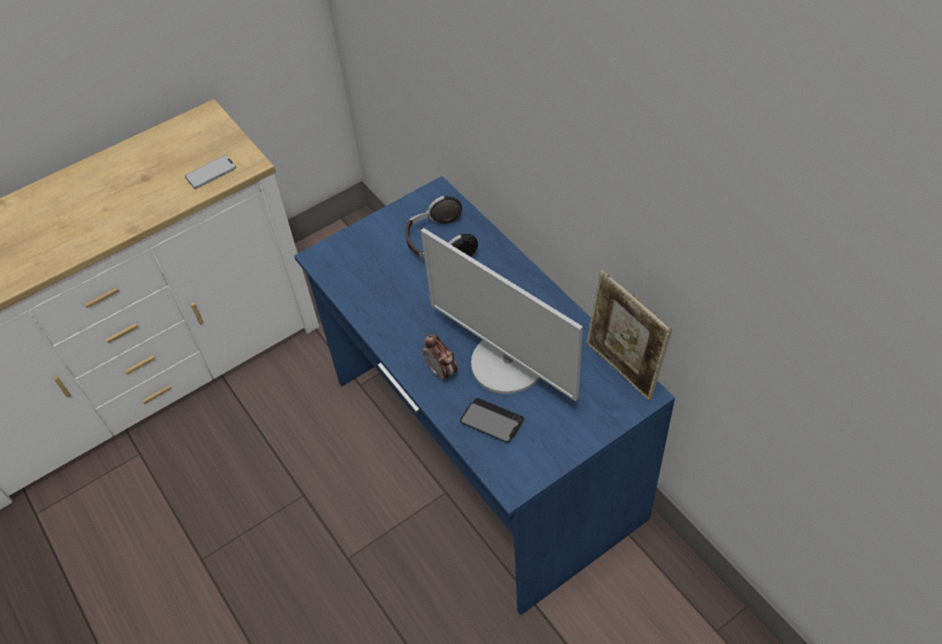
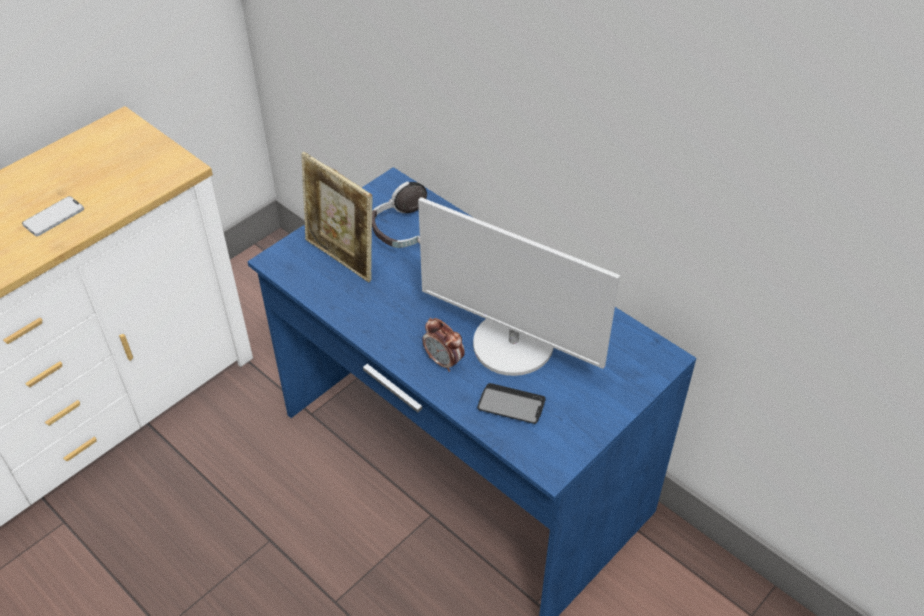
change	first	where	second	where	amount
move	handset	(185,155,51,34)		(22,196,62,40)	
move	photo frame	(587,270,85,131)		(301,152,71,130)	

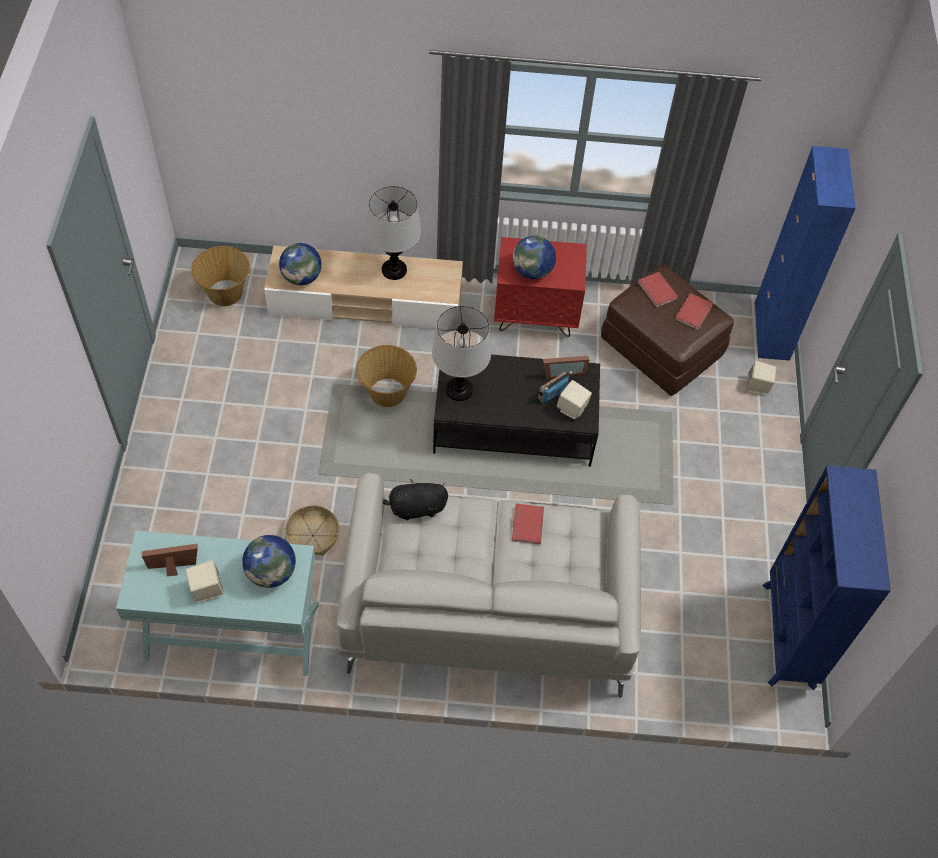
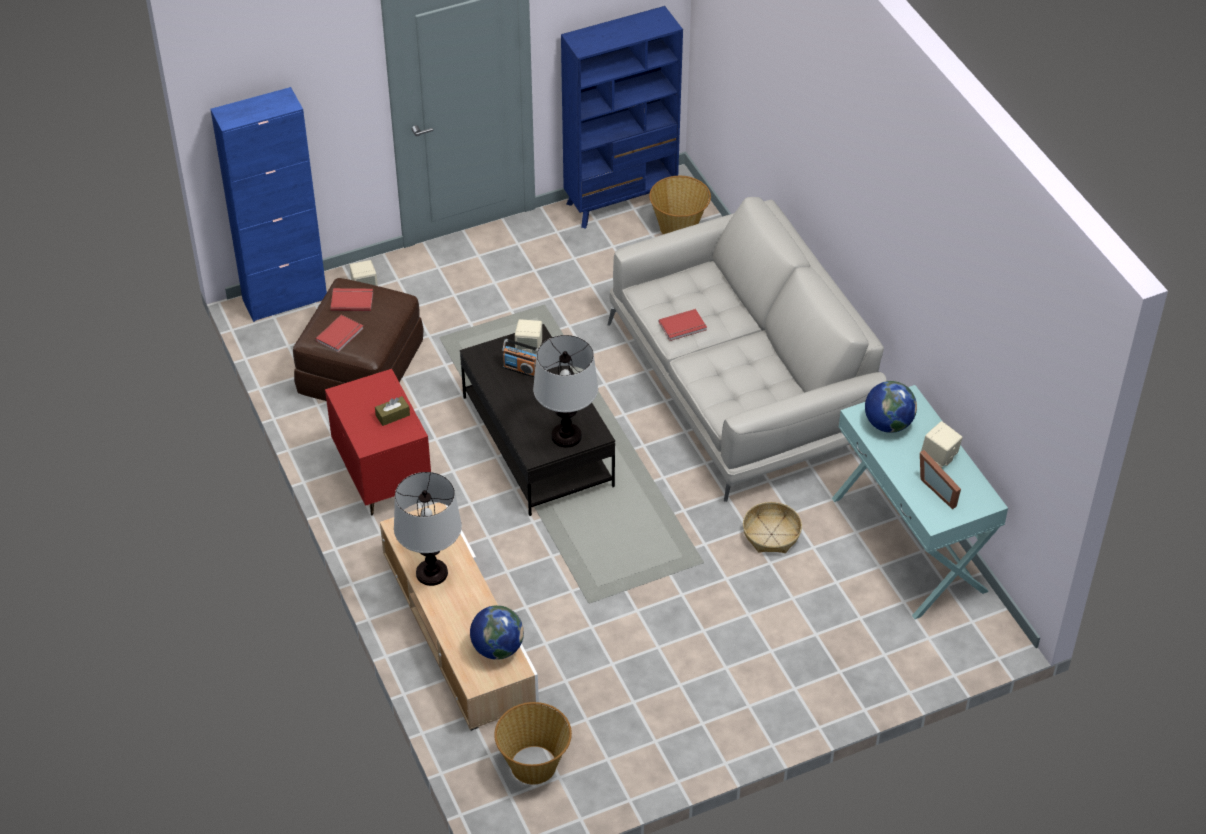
change	first	where	second	where	amount
delete	blackish soft toy	(382,479,66,42)			
delete	photo frame	(543,356,47,23)			
move	household basket	(356,345,61,62)		(649,176,62,58)	
replace	globe	(513,236,43,43)	brown-coloured tissue box	(375,396,35,30)	

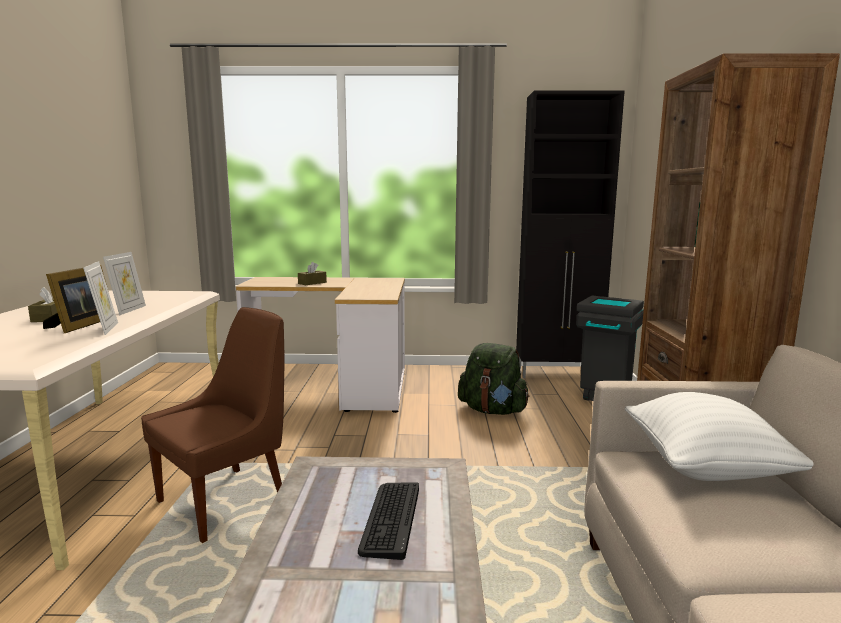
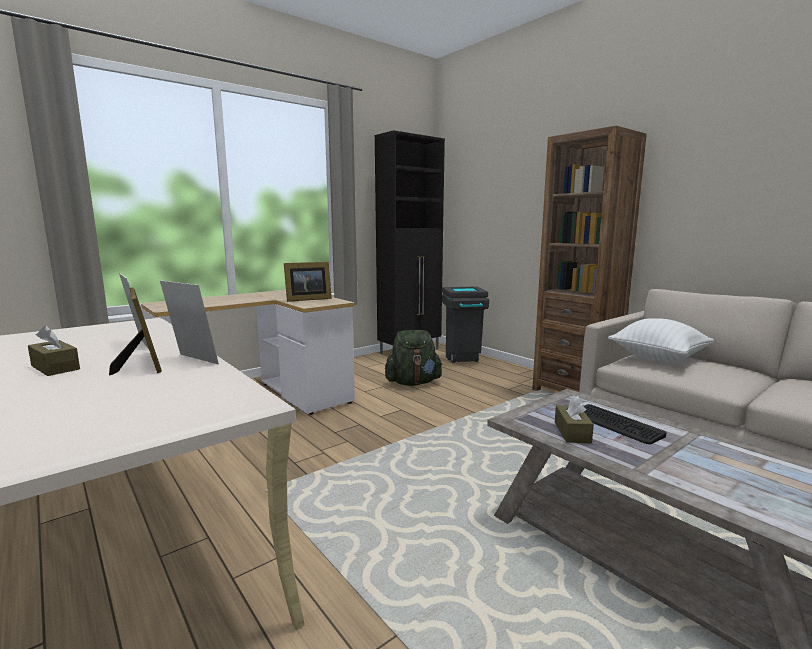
change	first	where	second	where	amount
delete	brown-coloured upright chair	(141,307,143,236)			
insert			photo frame	(284,262,48,40)	
move	brown-coloured tissue box	(298,262,29,23)		(555,396,39,47)	

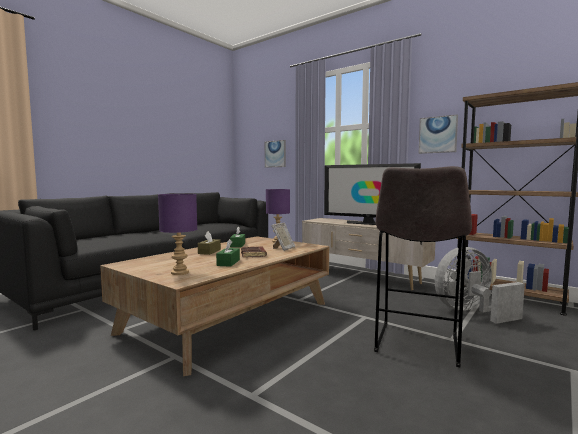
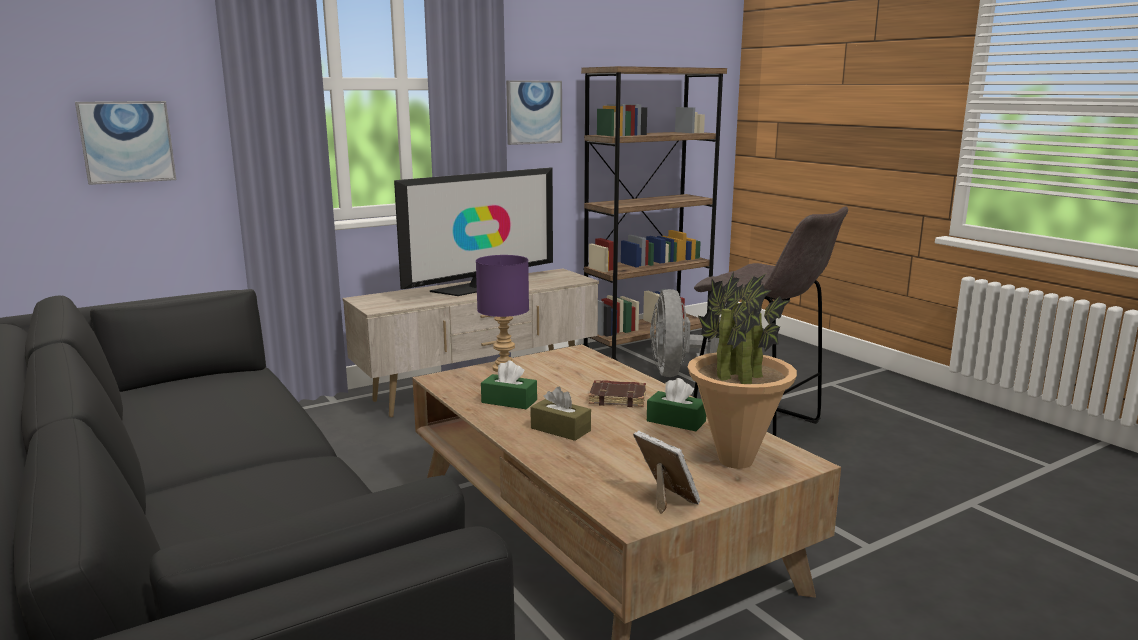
change	first	where	second	where	amount
move	photo frame	(271,223,24,28)		(633,430,68,84)	
replace	purple-coloured tabletop lamp	(158,194,39,81)	potted plant	(687,272,110,197)	

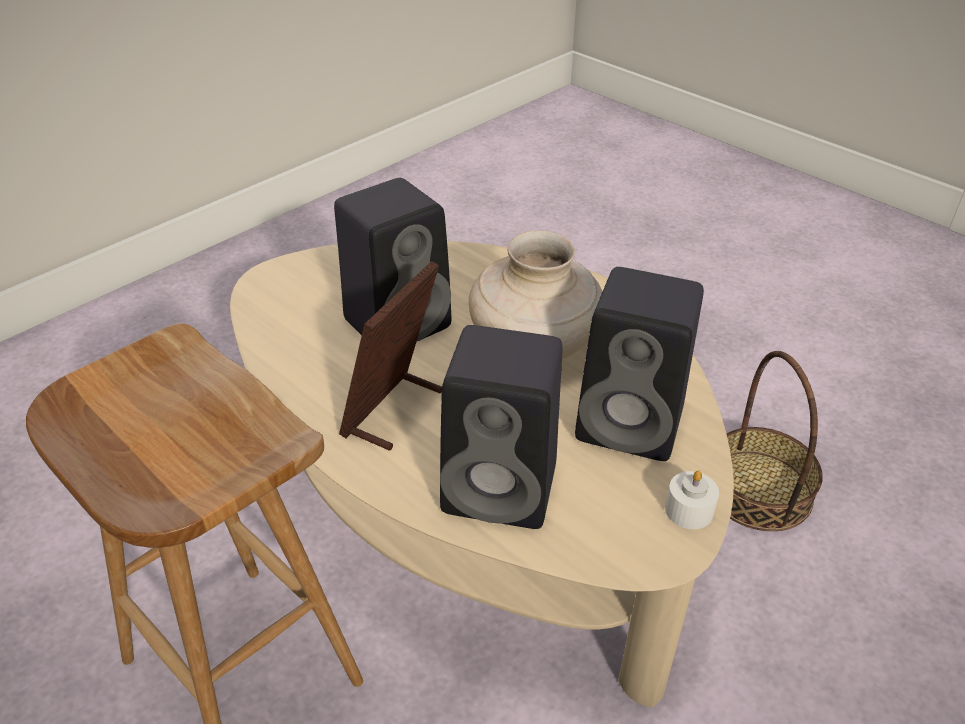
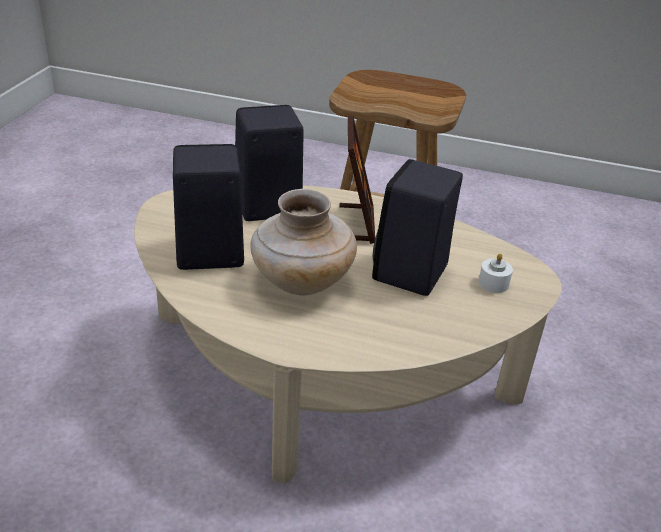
change	first	where	second	where	amount
delete	household basket	(727,351,96,180)			
move	white wax candle	(665,470,54,59)		(478,253,35,40)	

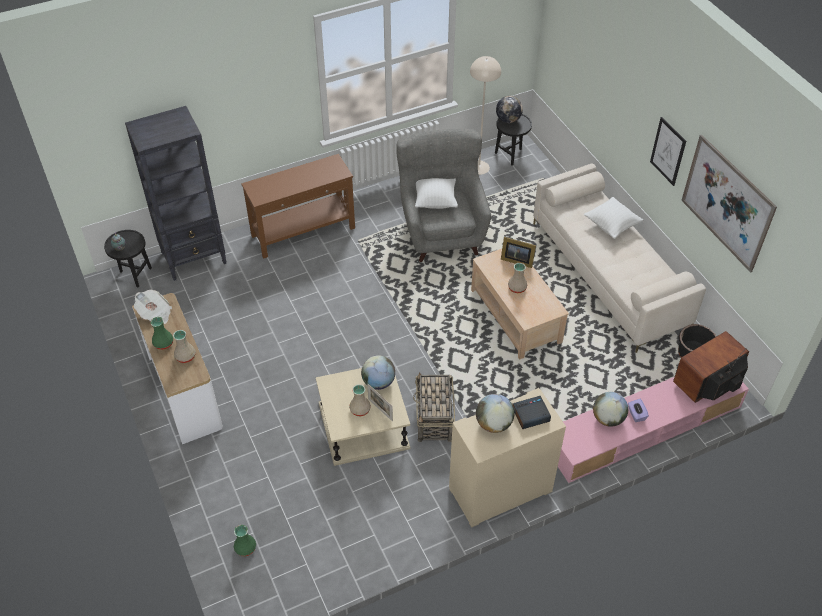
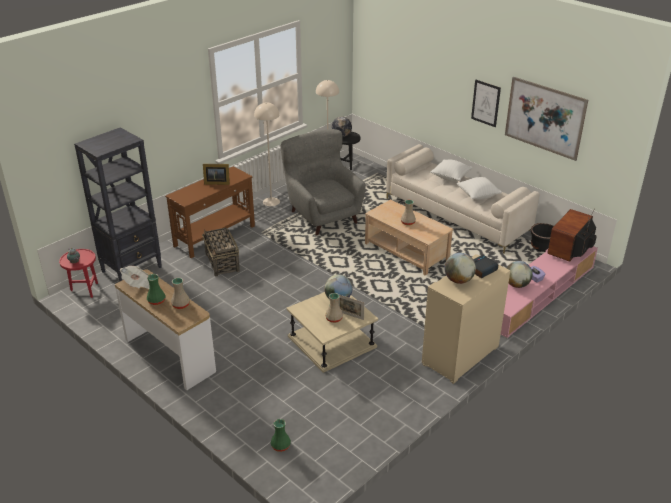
change	first	where	second	where	amount
insert			sand-coloured floor lamp	(254,102,26,104)	
move	household basket	(413,373,42,69)		(202,228,38,49)	
move	white cushion	(415,178,43,31)		(457,177,45,23)	
move	photo frame	(501,237,35,31)		(203,164,27,21)	
recolor	blackish side table	(104,230,48,58)	red-coloured side table	(59,249,39,49)	

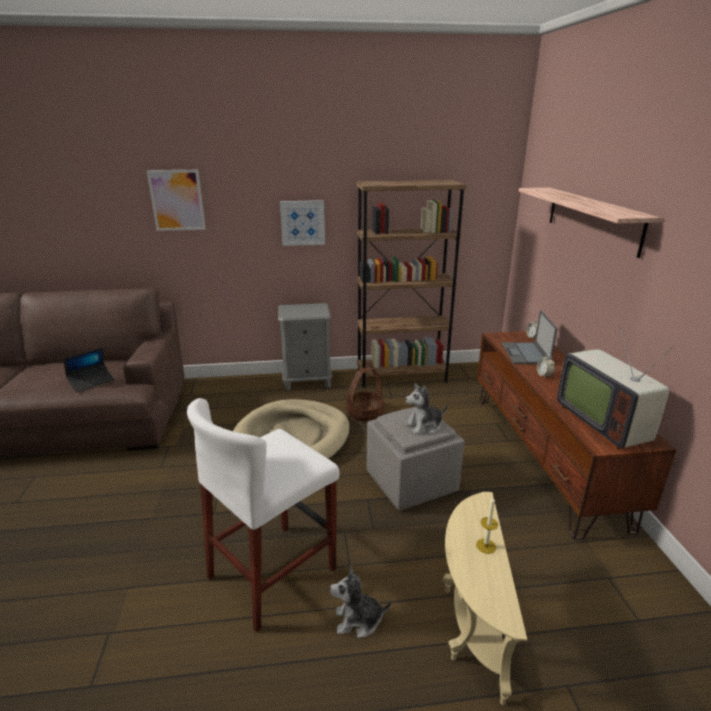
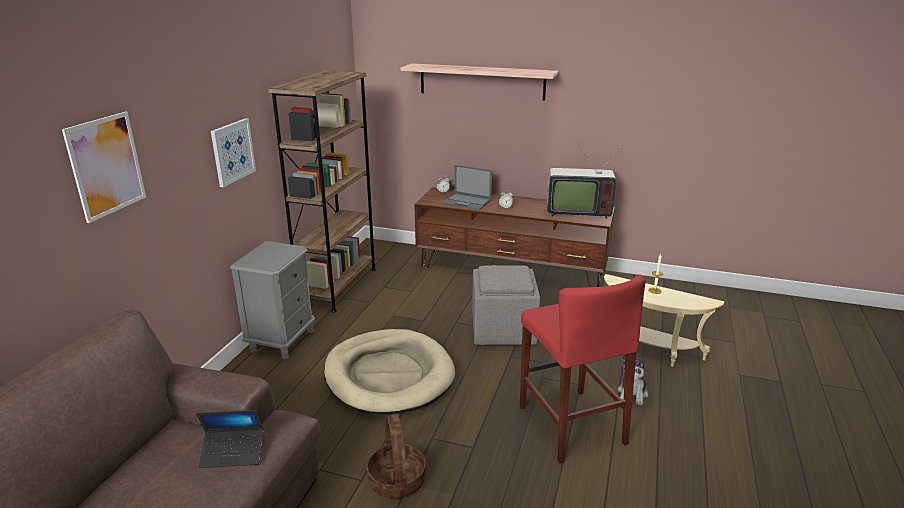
change	first	where	second	where	amount
delete	soft toy	(404,383,44,52)			
move	household basket	(346,367,38,54)		(367,414,59,85)	
recolor	white sitting stool	(187,398,152,234)	red-coloured sitting stool	(520,274,126,190)	
rotate	laptop	(63,347,52,45)		(196,410,68,58)	105 degrees clockwise

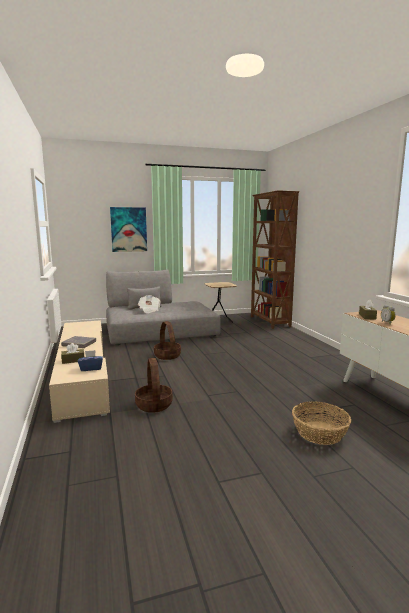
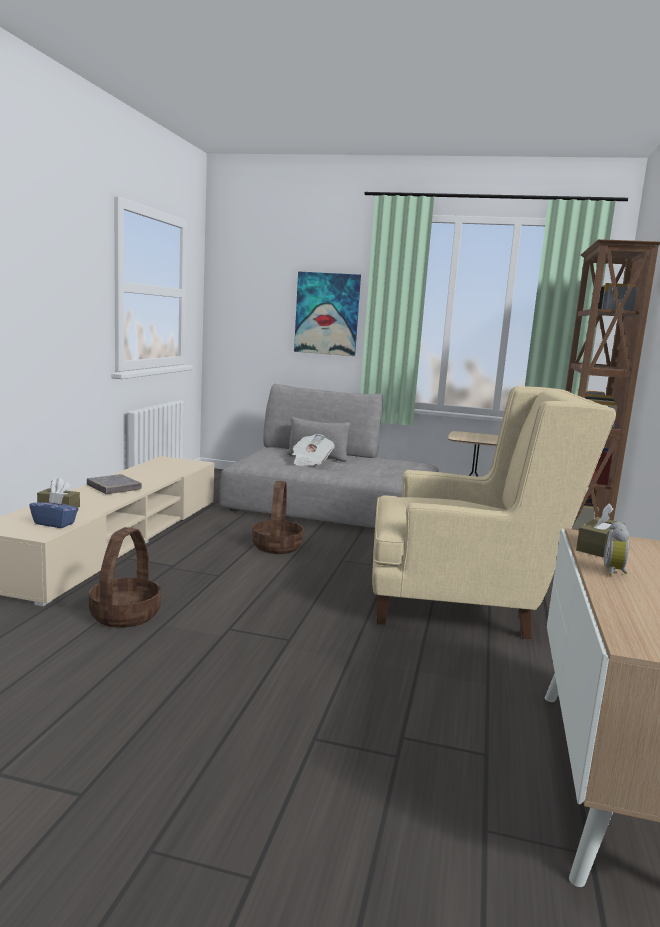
change	first	where	second	where	amount
delete	household basket	(292,401,59,44)			
insert			sand-coloured easy chair	(372,386,244,253)	

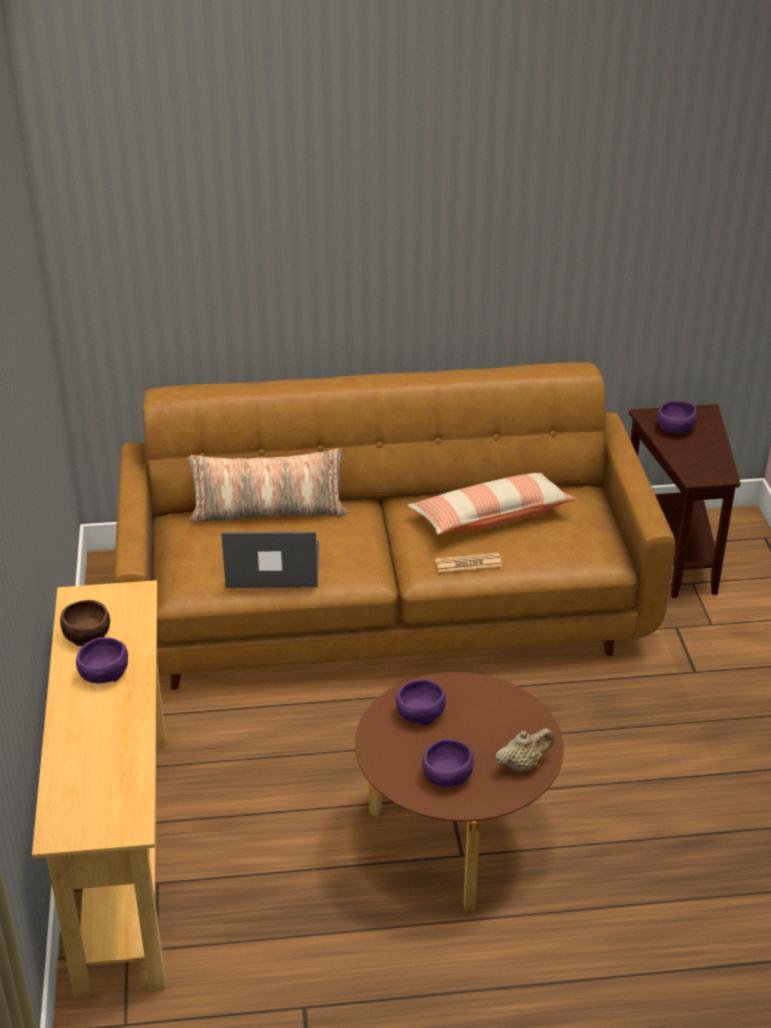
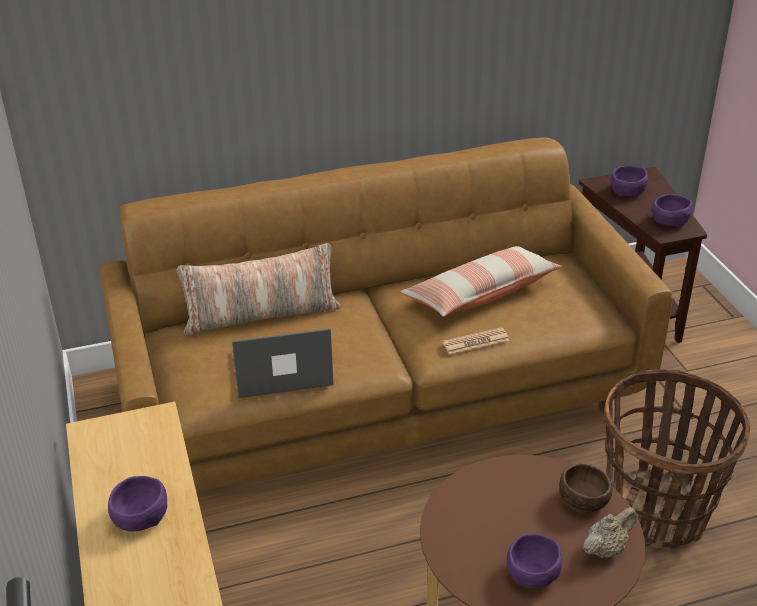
change	first	where	second	where	amount
insert			household basket	(604,369,146,180)	
move	brown-coloured bowl	(60,600,50,46)		(560,463,53,52)	
move	purple-coloured bowl	(396,679,50,46)		(652,194,41,33)	

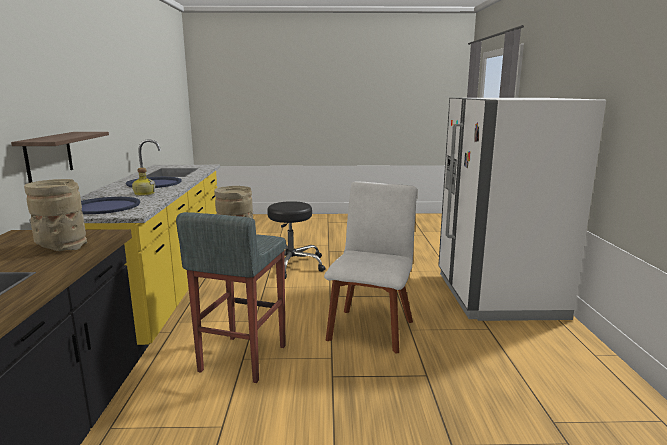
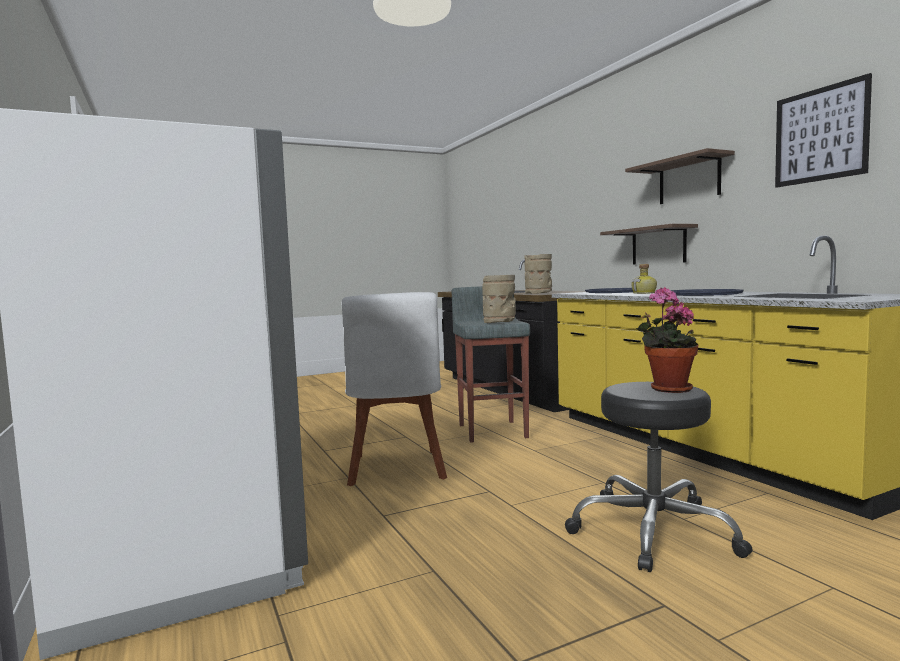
change	first	where	second	where	amount
insert			shelf	(625,148,110,56)	
insert			potted plant	(636,287,62,106)	
insert			wall picture	(775,73,97,115)	

